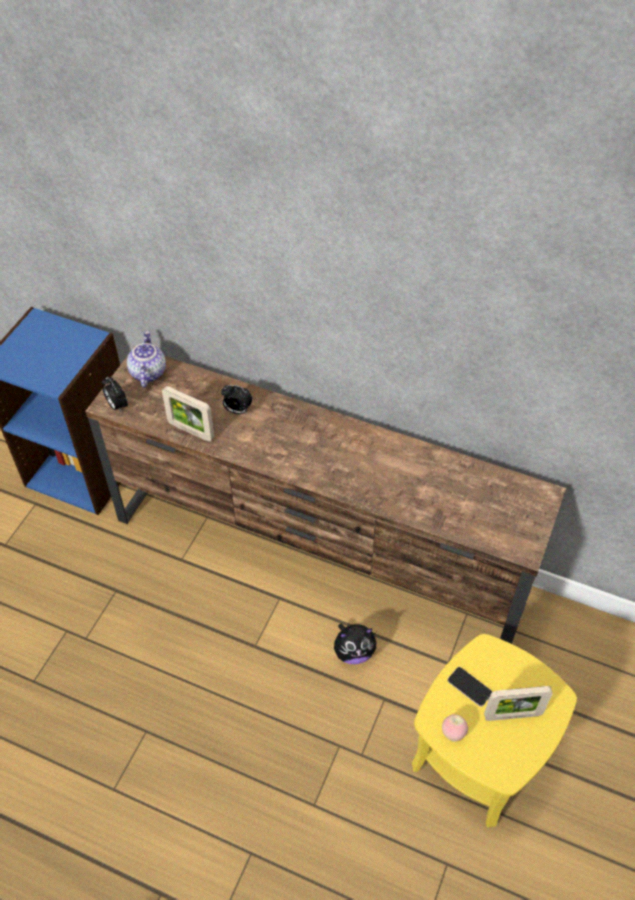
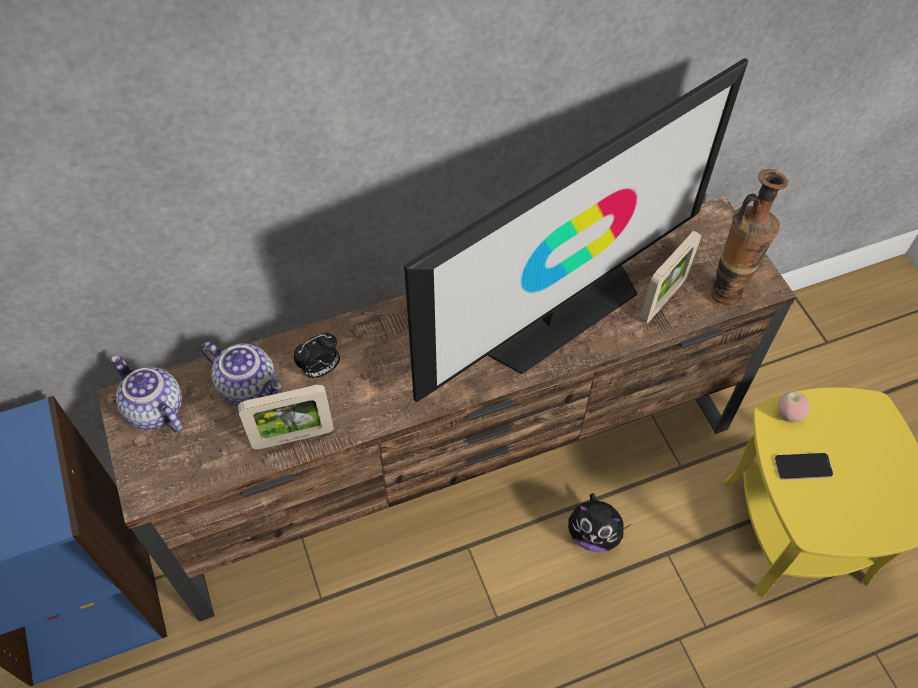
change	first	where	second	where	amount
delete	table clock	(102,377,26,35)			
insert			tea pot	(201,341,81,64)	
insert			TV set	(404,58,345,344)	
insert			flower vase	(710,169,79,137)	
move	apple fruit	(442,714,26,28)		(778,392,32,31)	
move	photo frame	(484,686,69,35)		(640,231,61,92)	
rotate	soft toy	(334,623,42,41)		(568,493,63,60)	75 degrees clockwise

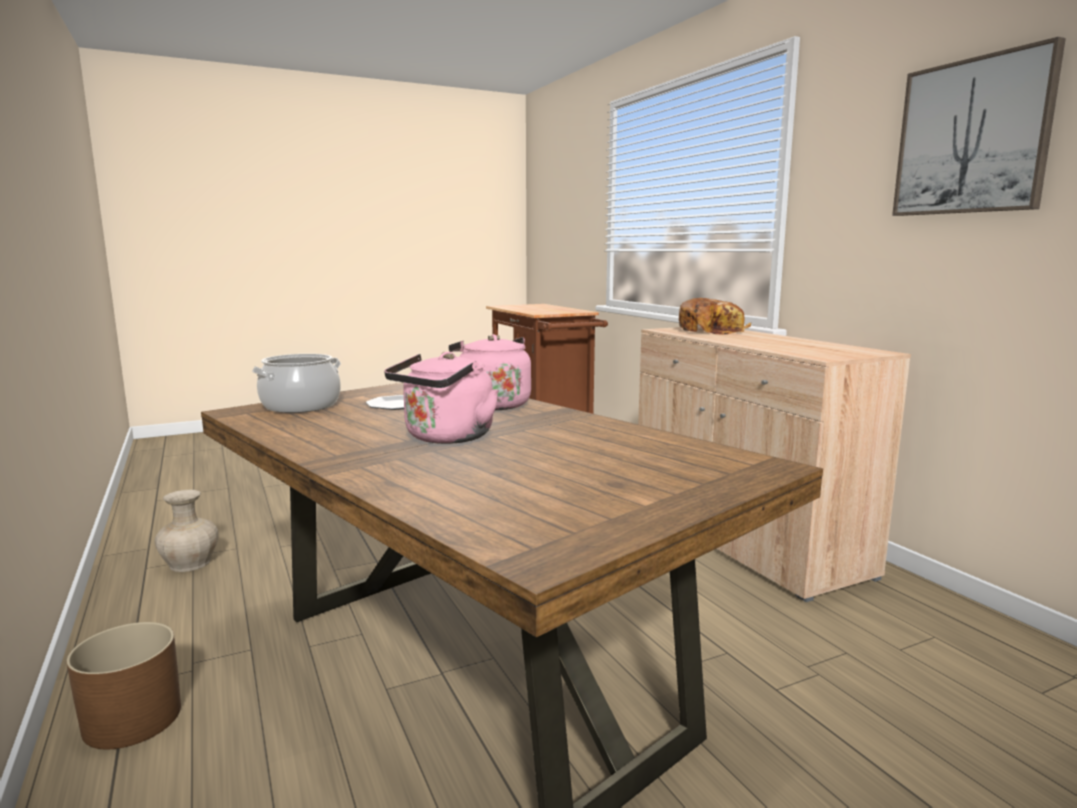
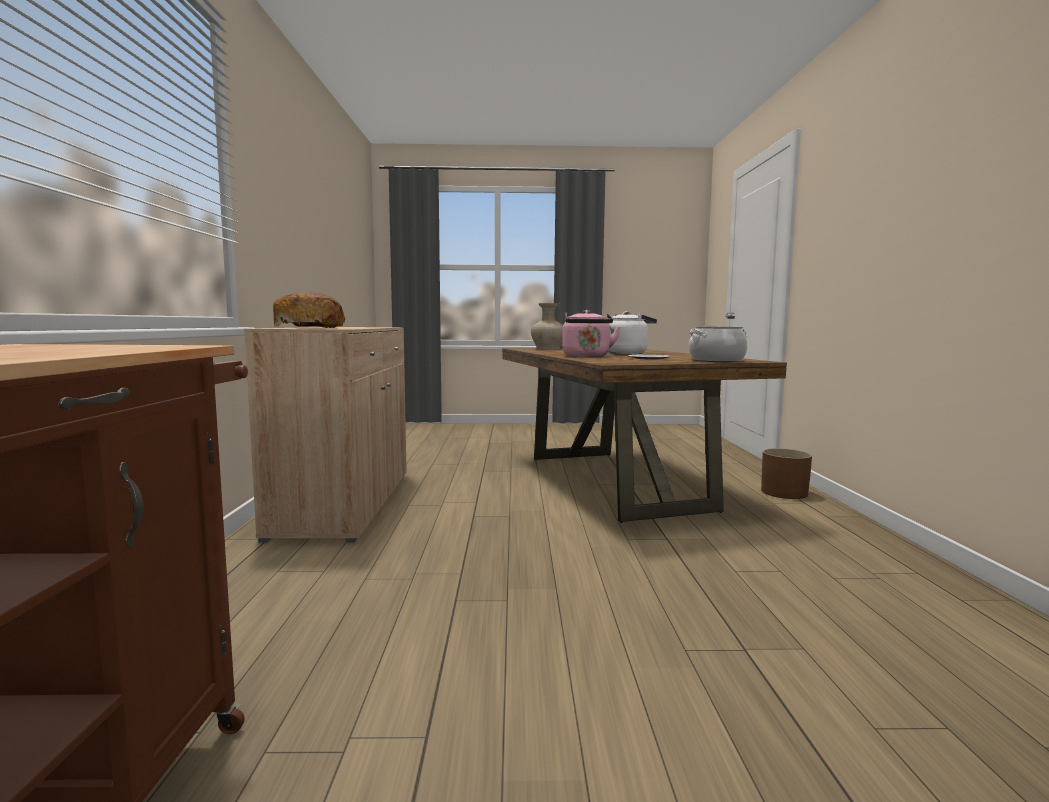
change	first	where	second	where	amount
delete	wall picture	(892,37,174,179)			
move	sand-coloured flower vase	(155,490,64,82)		(531,303,32,47)	
recolor	pink kettle	(384,352,115,92)	white kettle	(608,311,49,43)	

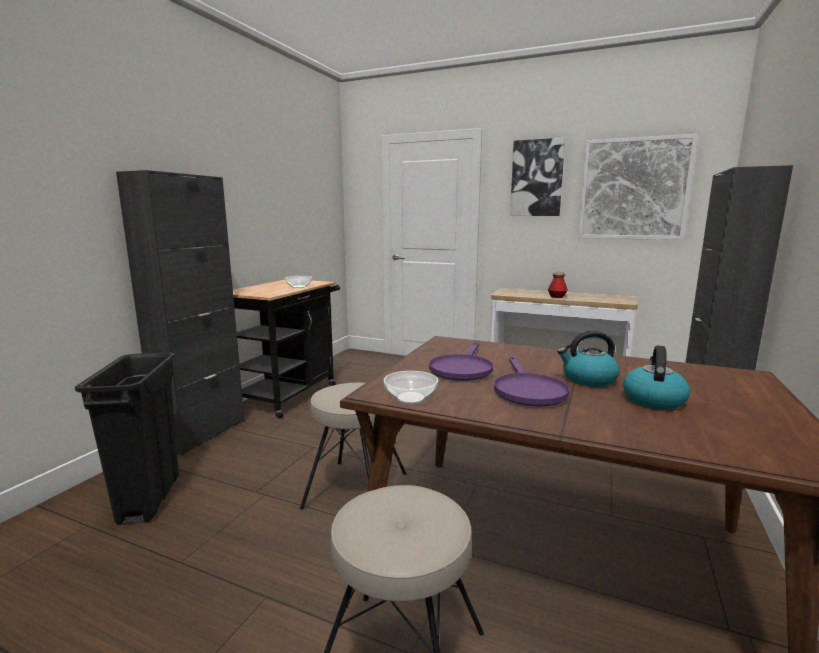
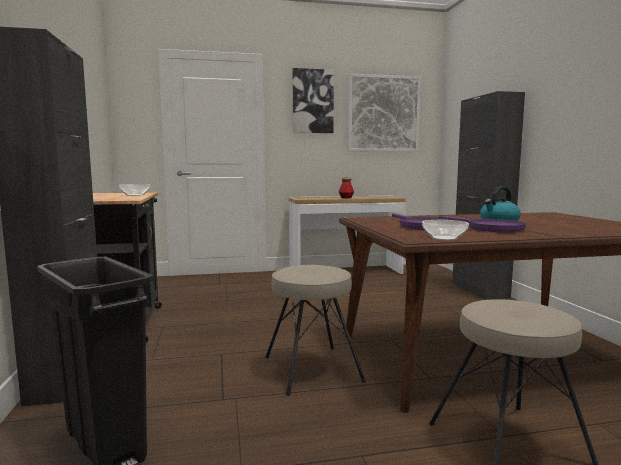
change	first	where	second	where	amount
delete	kettle	(623,345,67,65)			

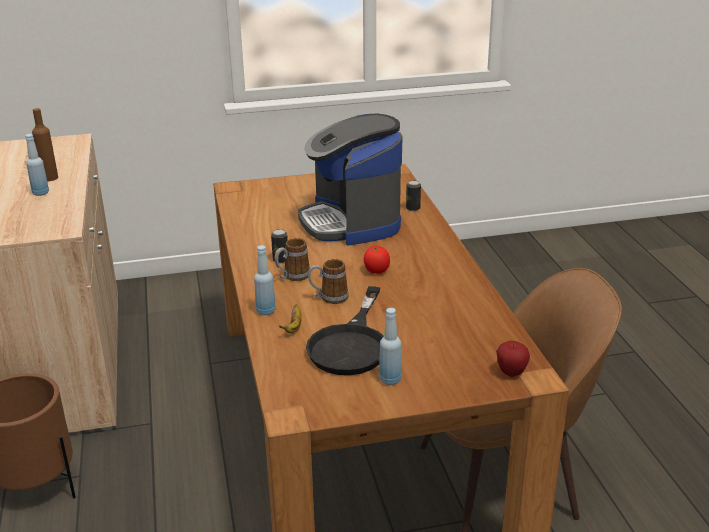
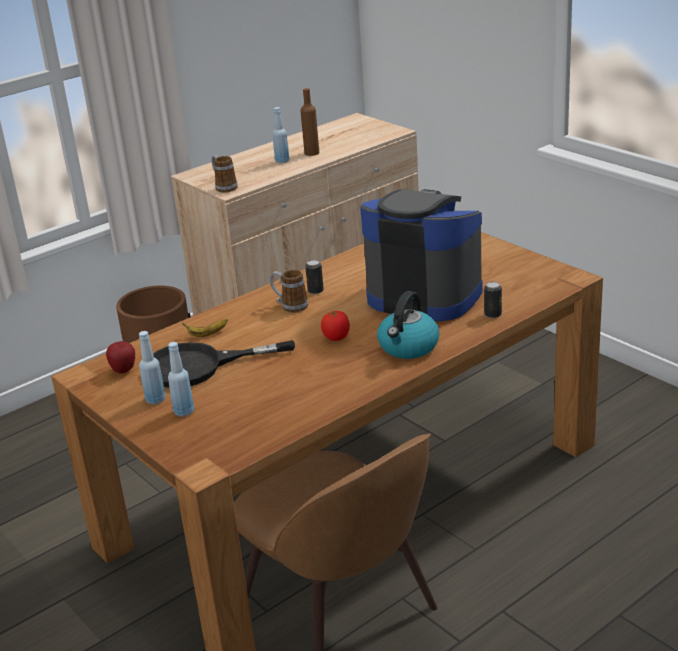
change	first	where	second	where	amount
insert			kettle	(377,291,62,68)	
move	blue-coloured drink bottle	(254,245,22,70)		(168,342,26,75)	
move	mug	(308,259,41,45)		(212,155,26,38)	
move	apple fruit	(496,341,34,36)		(106,341,29,33)	
rotate	coffee machine	(298,113,104,132)		(360,189,123,132)	75 degrees clockwise

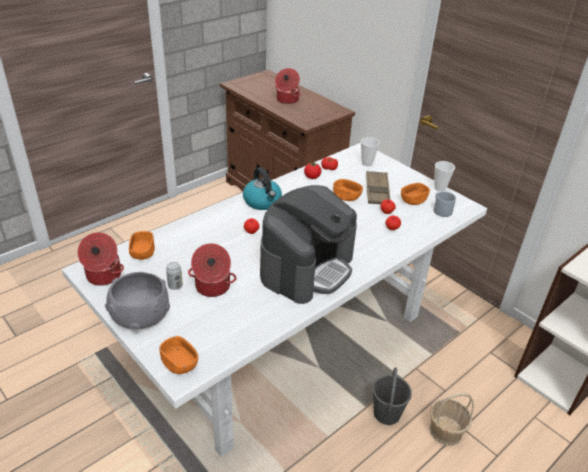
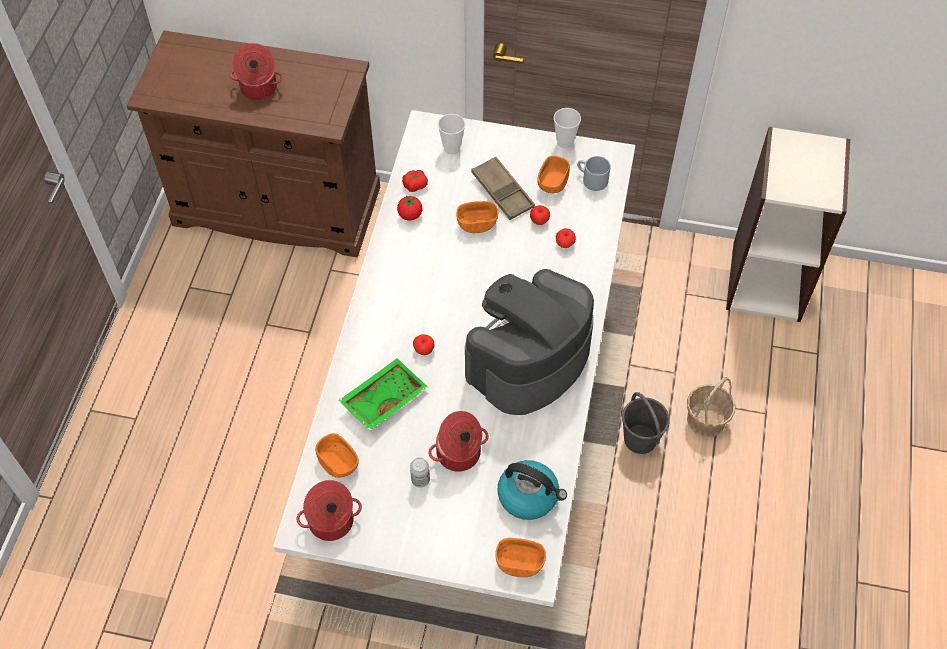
change	first	where	second	where	amount
delete	greyish bowl	(105,272,65,58)			
insert			greenish serving tray	(338,358,90,73)	
move	kettle	(243,167,39,43)		(497,460,70,60)	
rotate	coffee machine	(260,185,97,119)		(465,269,129,146)	135 degrees counterclockwise

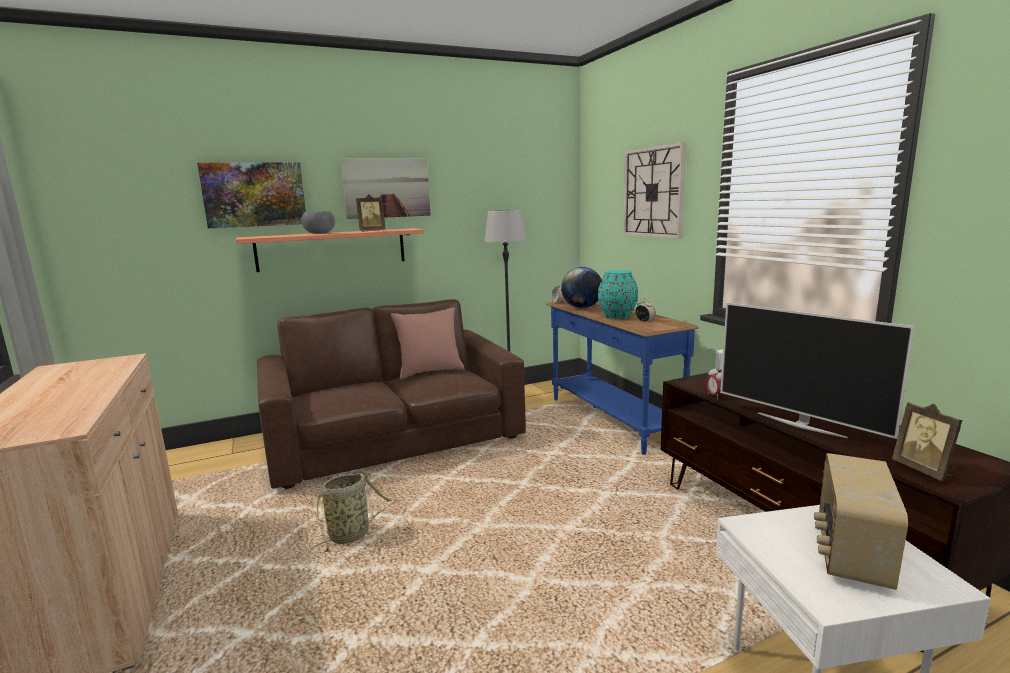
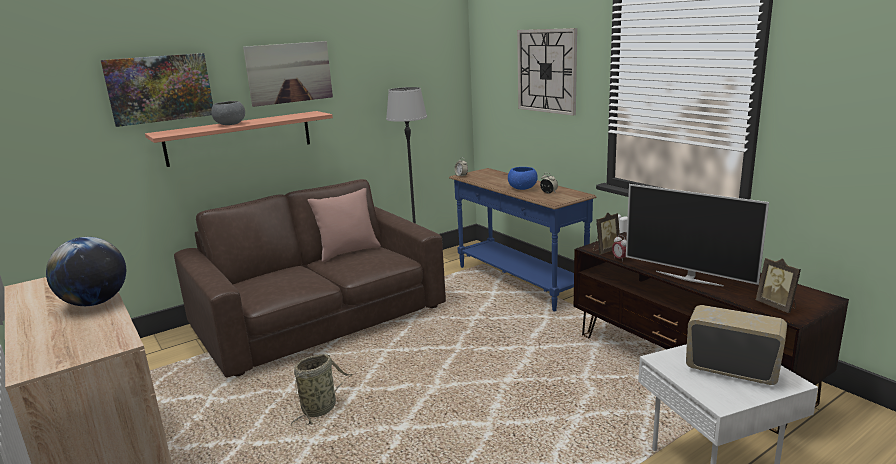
change	first	where	second	where	amount
move	photo frame	(356,194,30,37)		(593,212,27,42)	
move	globe	(561,267,41,41)		(46,237,80,69)	
replace	blue-green flower vase	(598,270,40,49)	blue-coloured bowl	(508,167,30,23)	
rotate	radio receiver	(814,453,94,137)		(686,305,101,80)	105 degrees clockwise

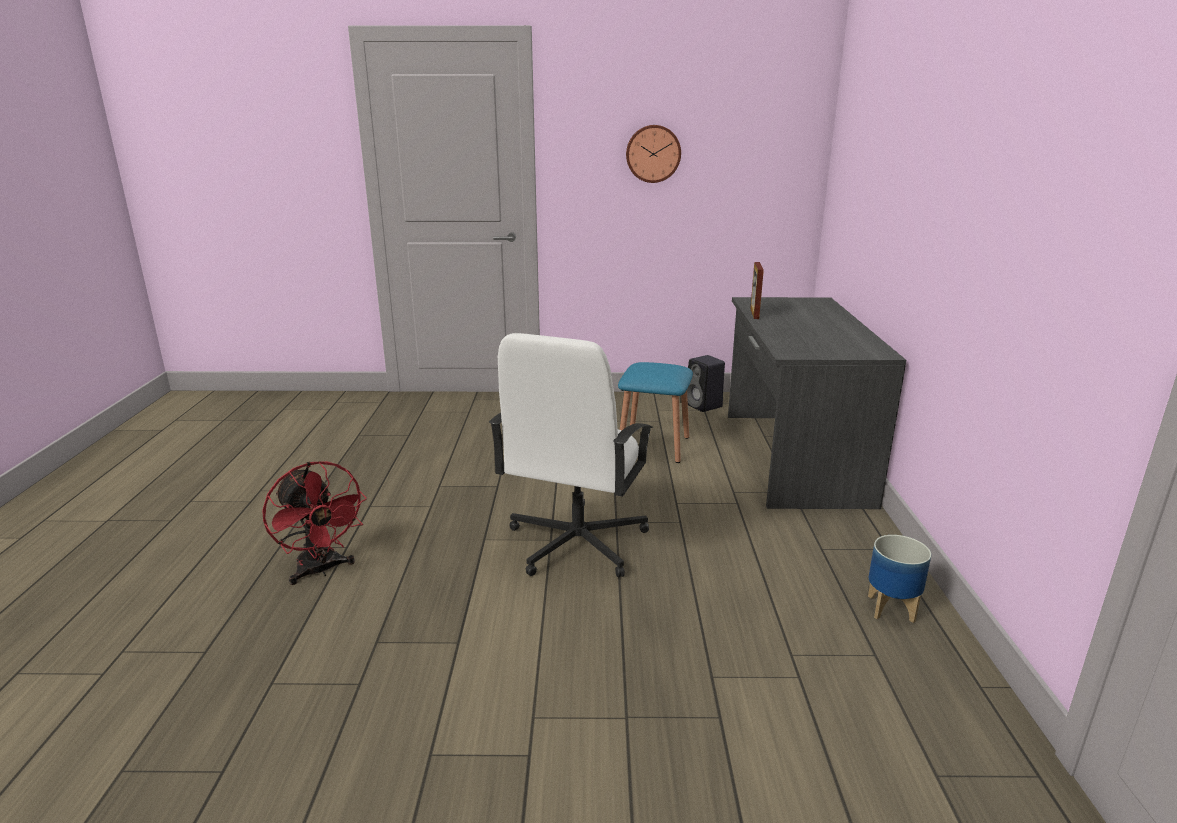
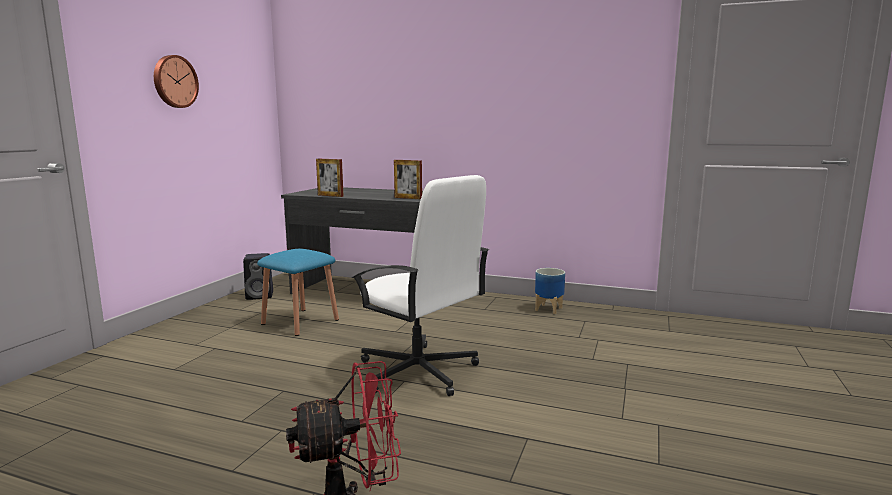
change	first	where	second	where	amount
insert			photo frame	(394,160,28,39)	

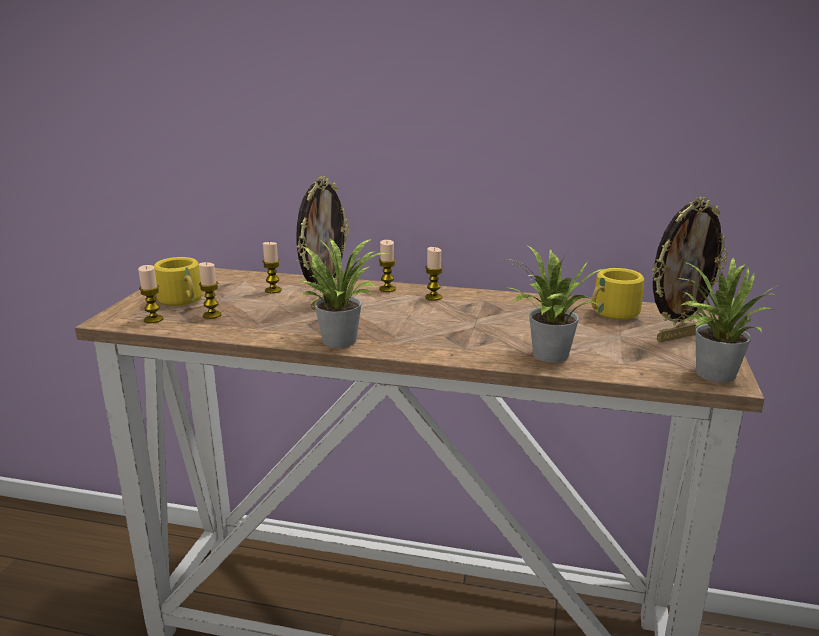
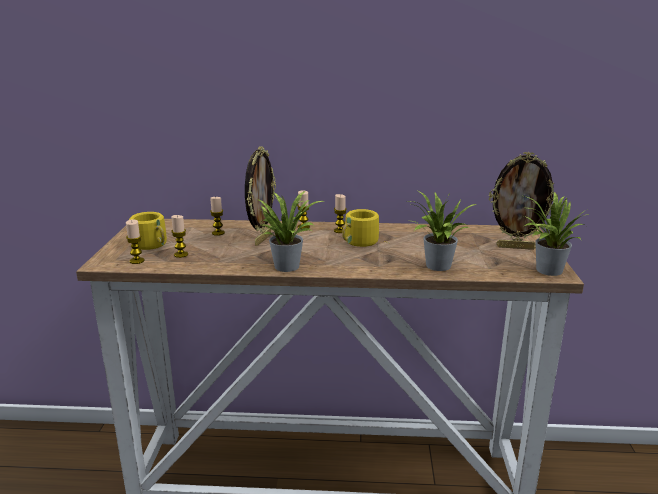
change	first	where	second	where	amount
move	yellow-coloured mug	(591,268,64,52)		(342,209,46,38)	
rotate	photo frame	(652,197,76,145)		(489,152,69,98)	45 degrees clockwise

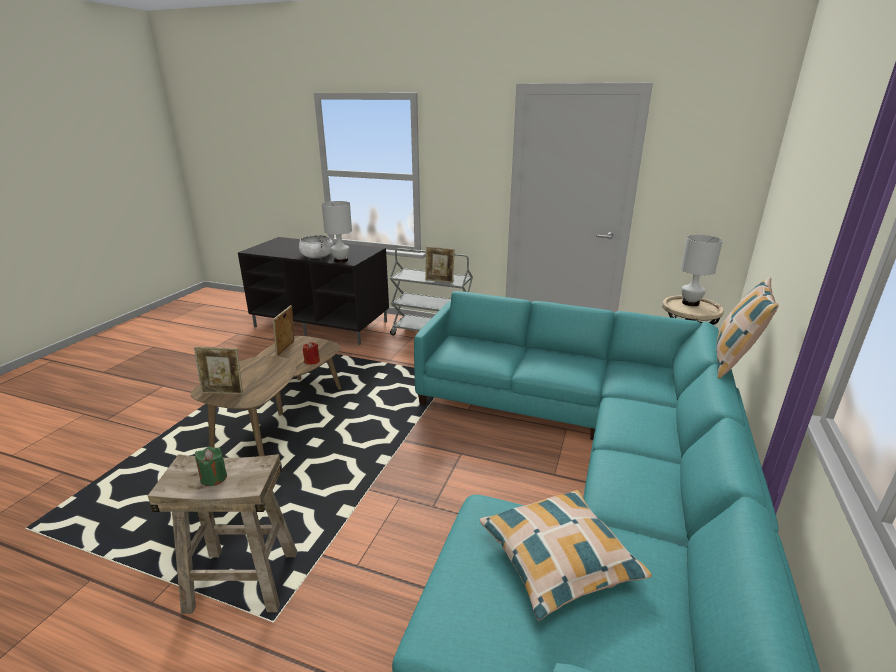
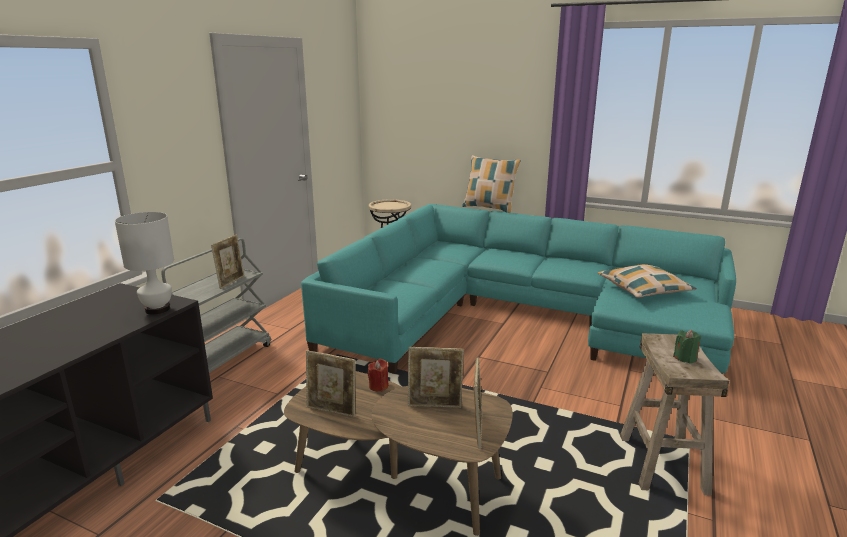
change	first	where	second	where	amount
delete	white bowl	(299,235,35,23)			
delete	white tabletop lamp	(681,235,42,71)			
insert			photo frame	(408,347,56,61)	

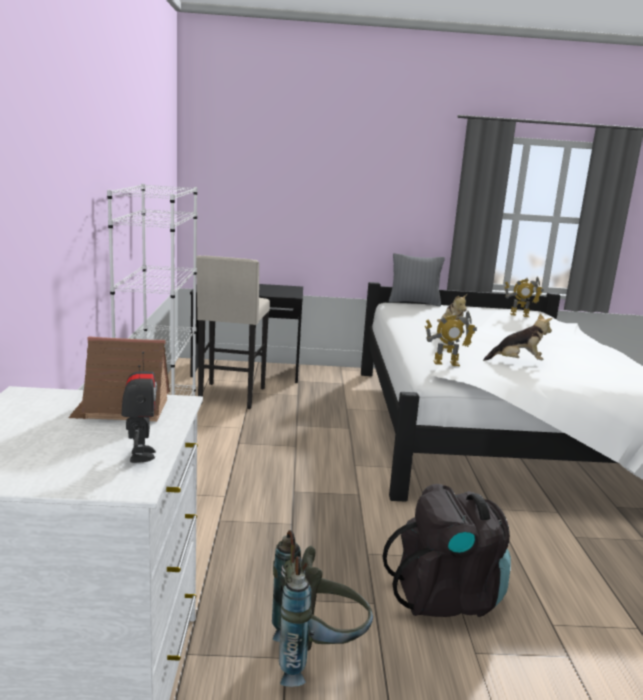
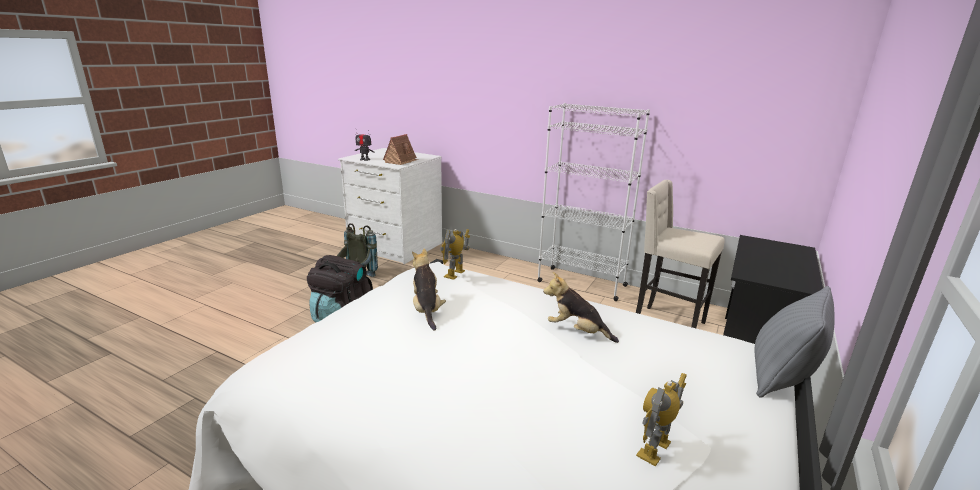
change	first	where	second	where	amount
rotate	soft toy	(483,313,70,48)		(412,249,34,82)	135 degrees clockwise

